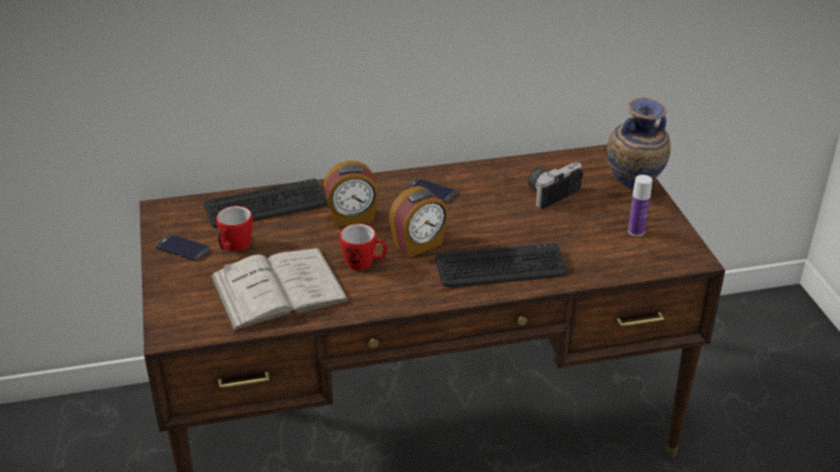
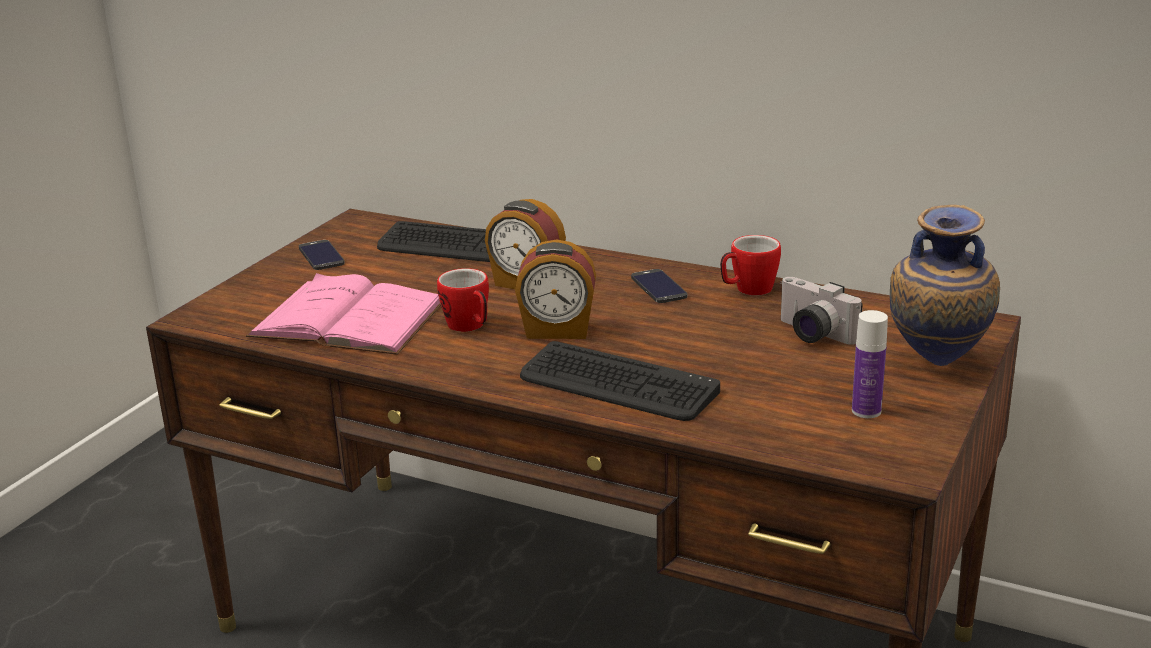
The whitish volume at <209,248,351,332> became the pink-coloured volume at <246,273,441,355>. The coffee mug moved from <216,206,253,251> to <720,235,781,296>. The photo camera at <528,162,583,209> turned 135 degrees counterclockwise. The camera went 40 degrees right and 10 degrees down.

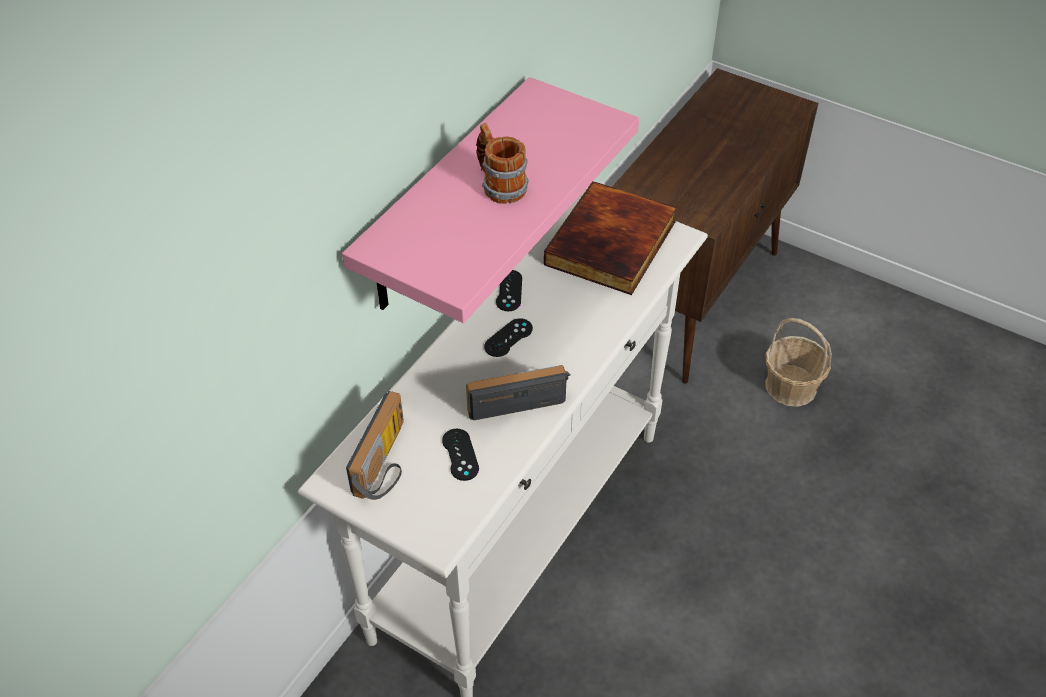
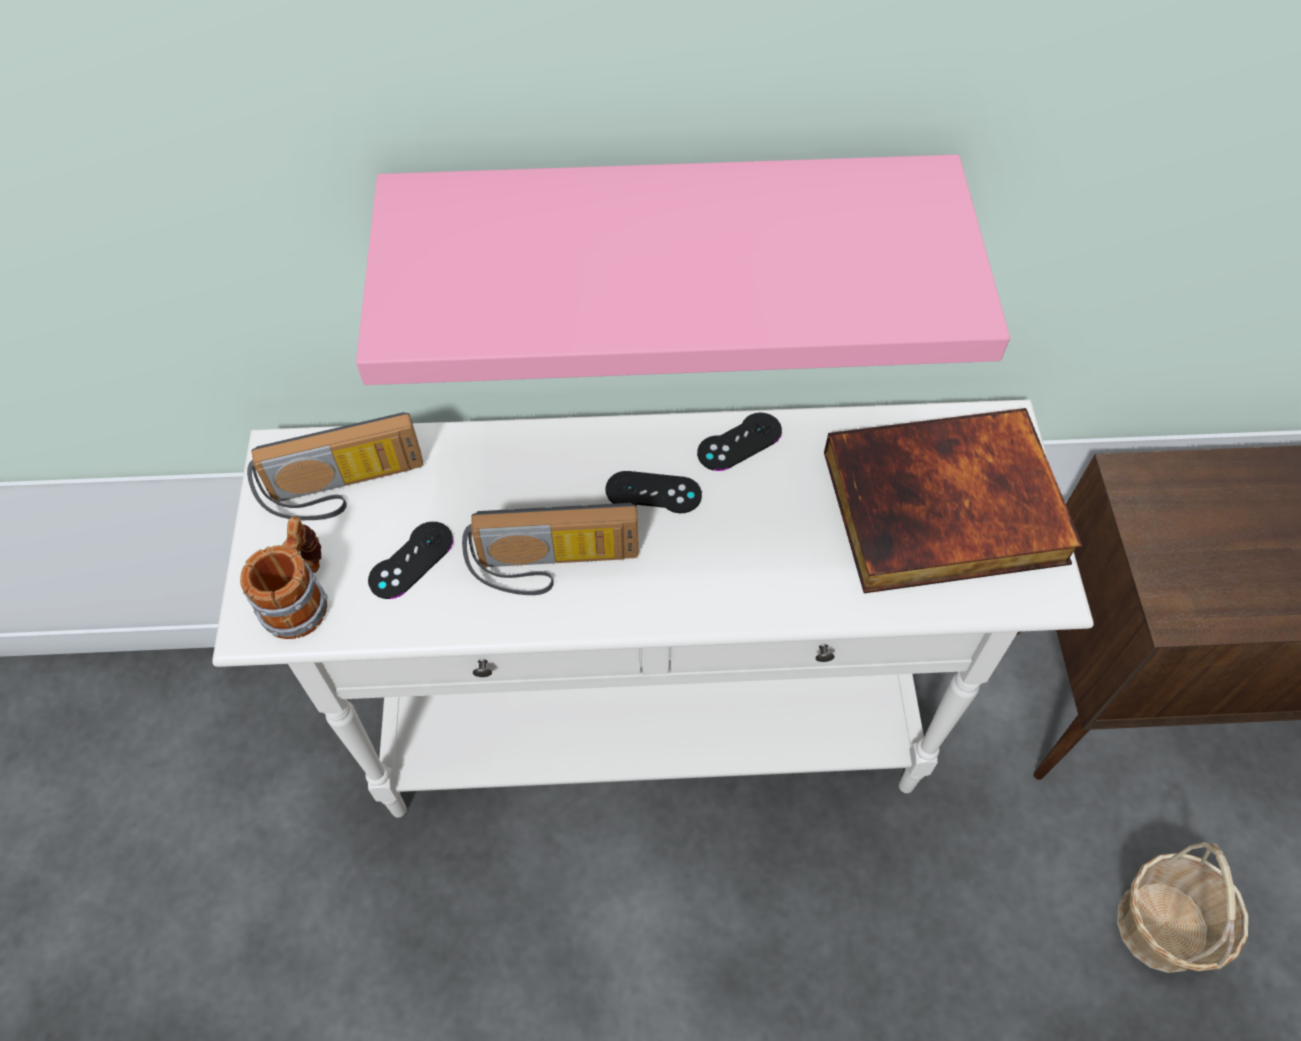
The coffee mug moved from <476,123,529,204> to <240,516,328,639>. The radio set at <466,365,571,420> turned 135 degrees clockwise. The camera went 55 degrees right and 10 degrees up.

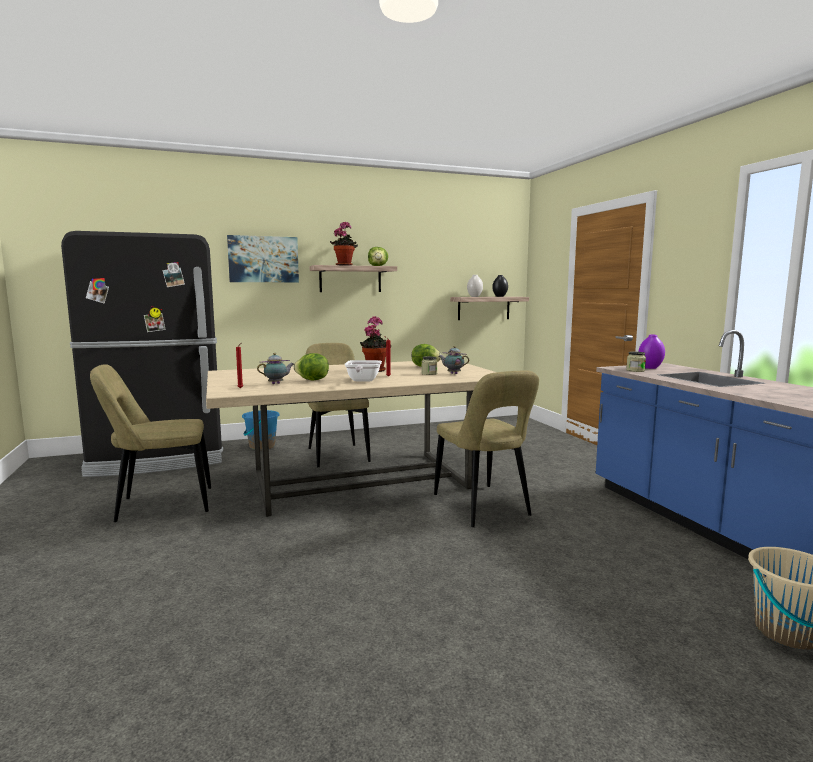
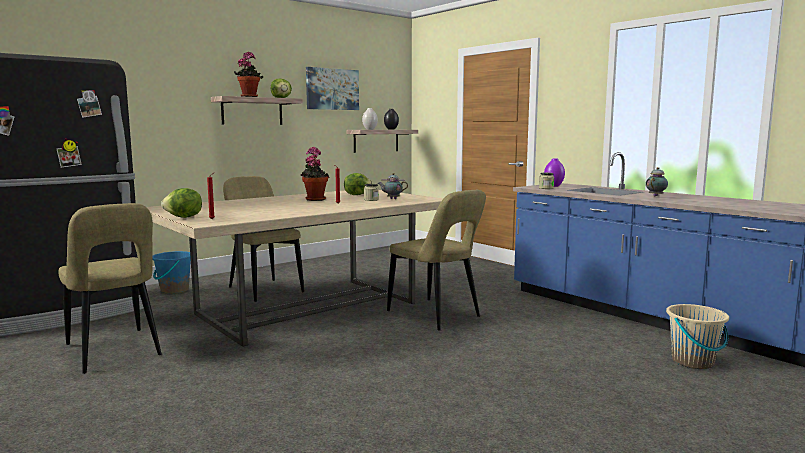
The sand-coloured plain chair at <90,364,211,522> turned 90 degrees counterclockwise. The lettuce head moved from <293,353,329,381> to <161,188,202,218>. The picture moved from <227,235,299,282> to <306,67,359,110>. The tea pot moved from <257,353,294,384> to <646,167,668,196>. The frying pan at <345,360,382,382> disappeared. The camera went 20 degrees left and 0 degrees up.

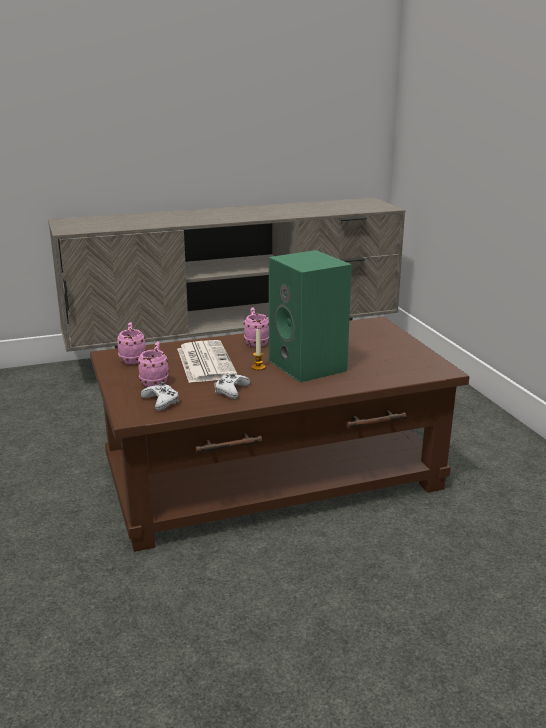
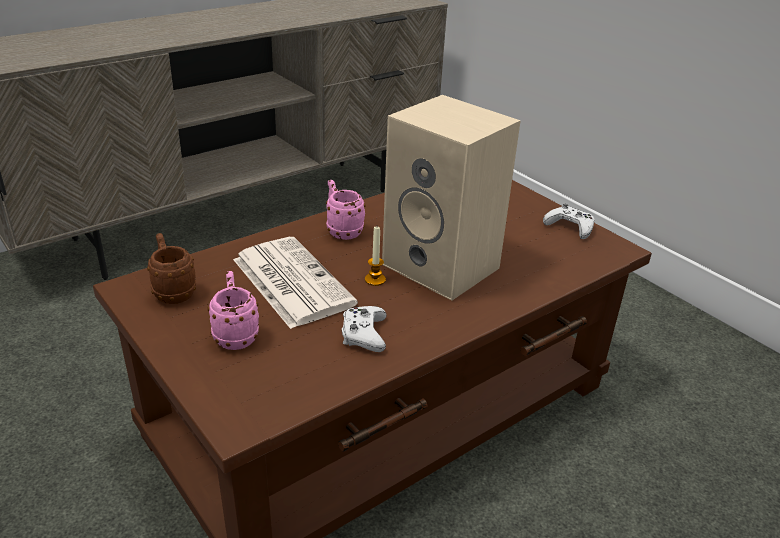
The pink-coloured coffee mug at <116,322,146,364> became the brown coffee mug at <147,233,196,304>. The green loudspeaker at <269,250,352,383> became the sand-coloured loudspeaker at <382,95,521,301>. The whitish gamepad moved from <141,382,179,411> to <543,204,595,239>. The camera went 20 degrees left and 10 degrees up.

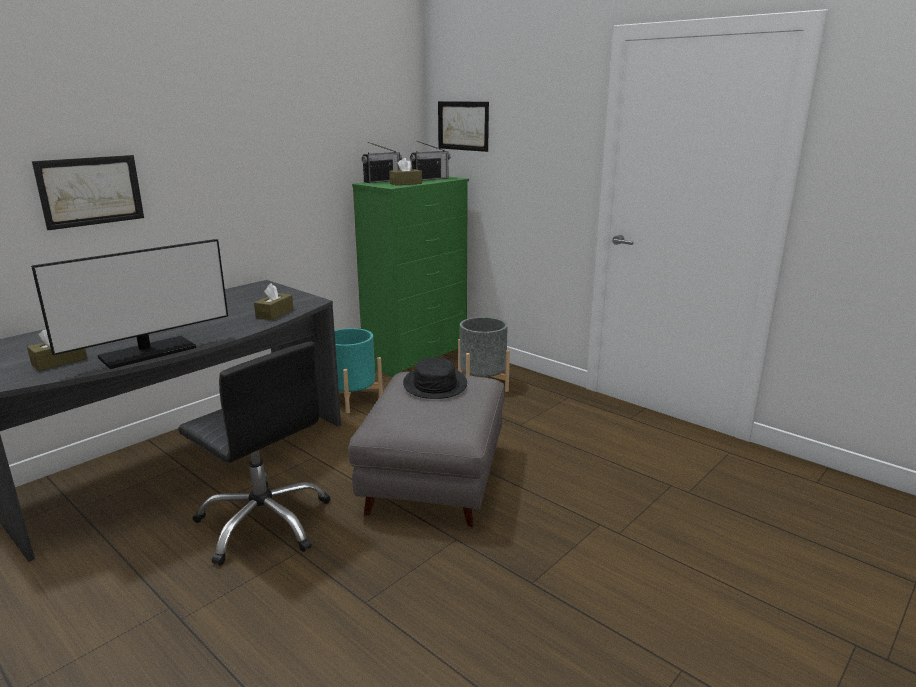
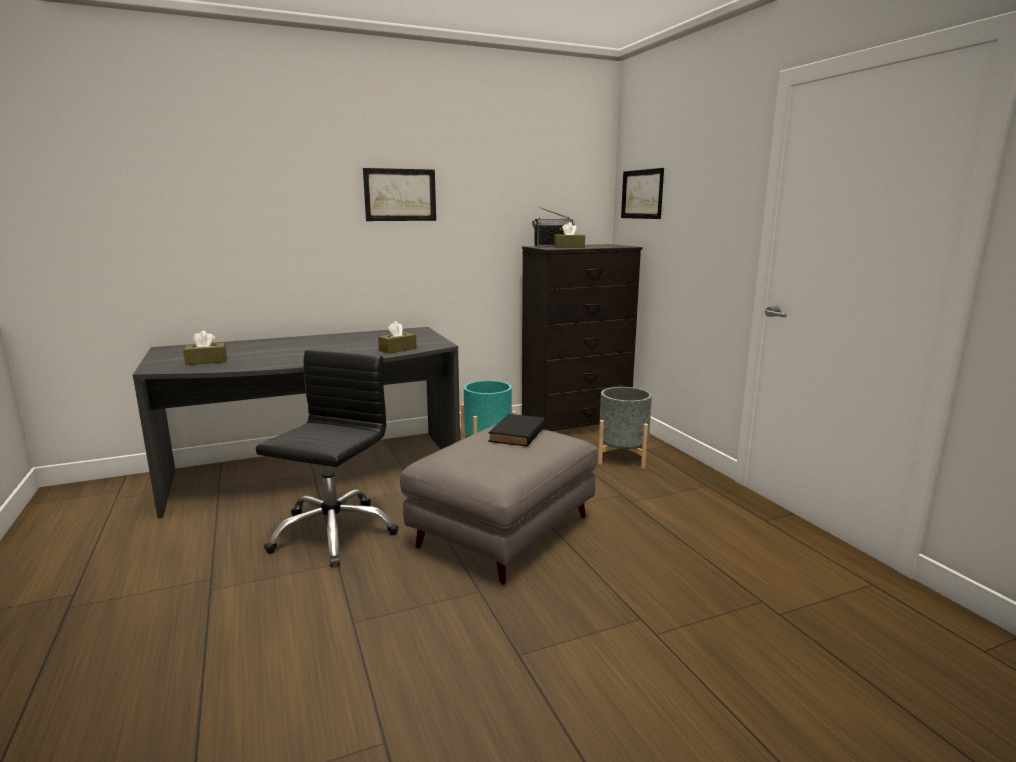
The black office chair at <178,341,330,566> turned 135 degrees counterclockwise. The picture moved from <32,155,144,230> to <363,168,436,221>. The black hat at <403,357,467,399> was replaced by the black volume at <488,414,546,447>. The green drawer chest at <352,176,469,377> became the black drawer chest at <522,244,642,431>. The computer display at <31,239,228,369> disappeared. The radio set at <410,141,450,180> disappeared. The camera went 25 degrees right and 5 degrees down.

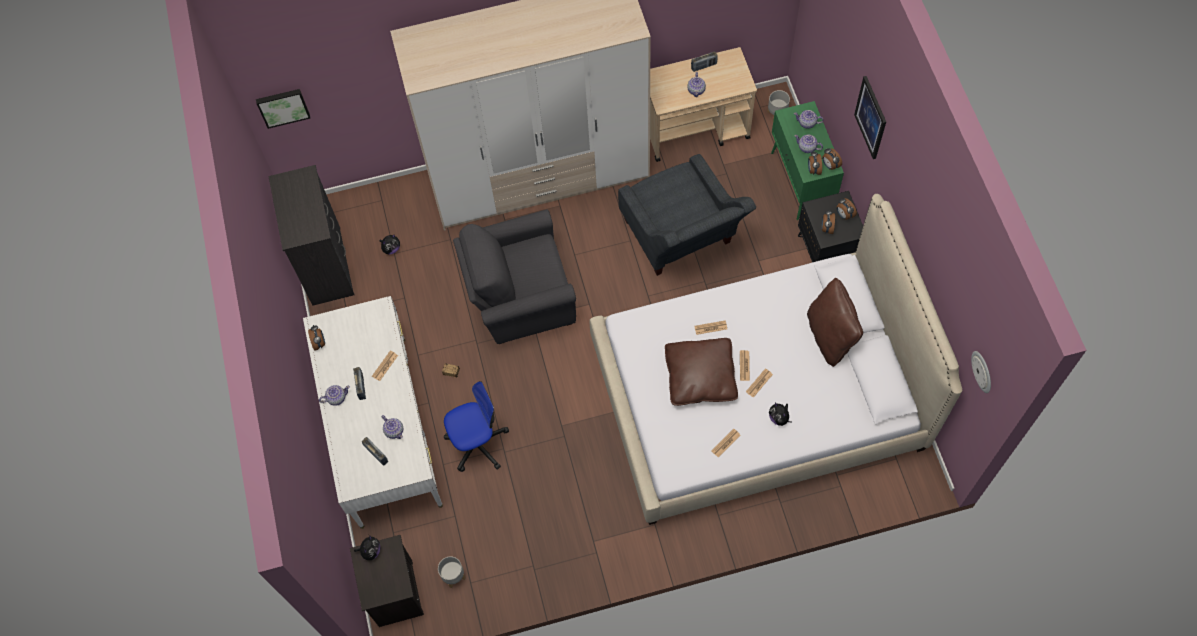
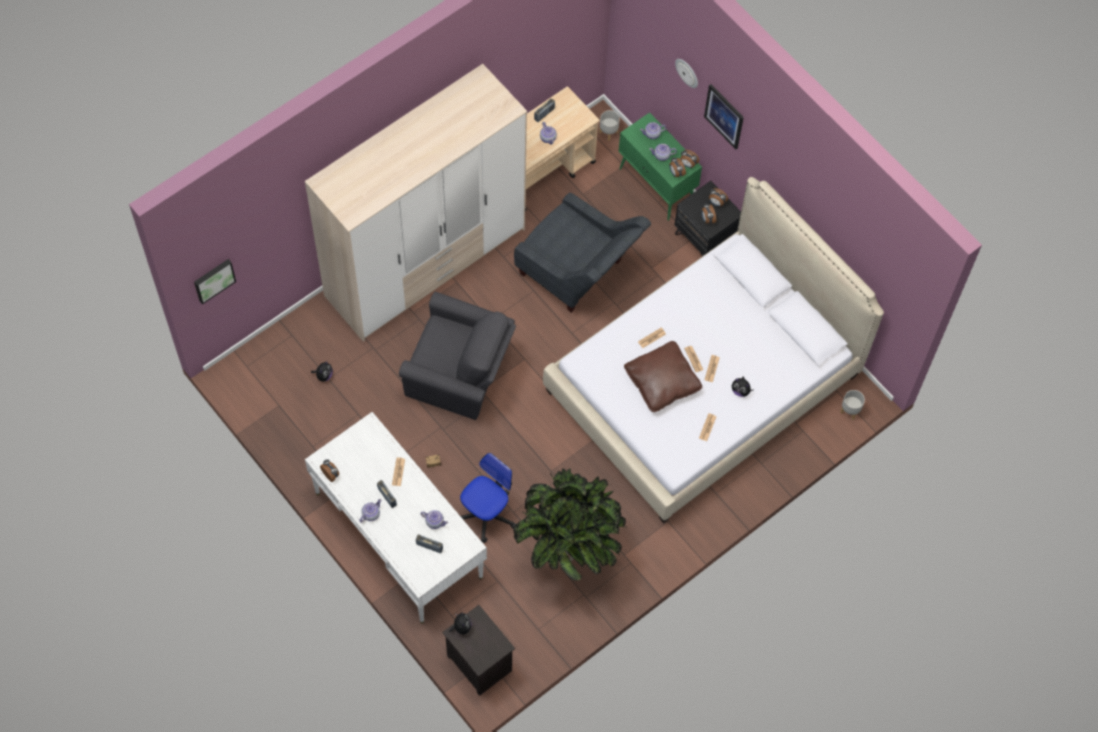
The gray armchair at <453,209,576,344> turned 120 degrees counterclockwise. The potted plant at <513,468,626,581> appeared. The clock on the wall moved from <971,351,991,393> to <675,59,698,88>. The gray planter moved from <438,556,466,588> to <840,390,865,420>. The black drawer chest at <268,165,354,306> disappeared. The brown throw pillow at <807,278,863,367> disappeared. The camera went 30 degrees left and 0 degrees up.

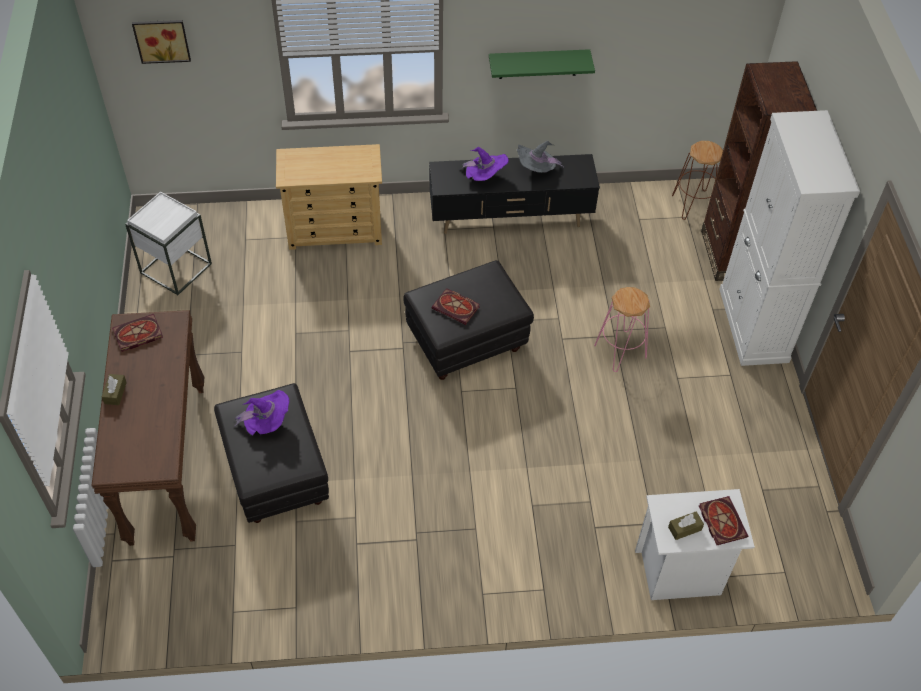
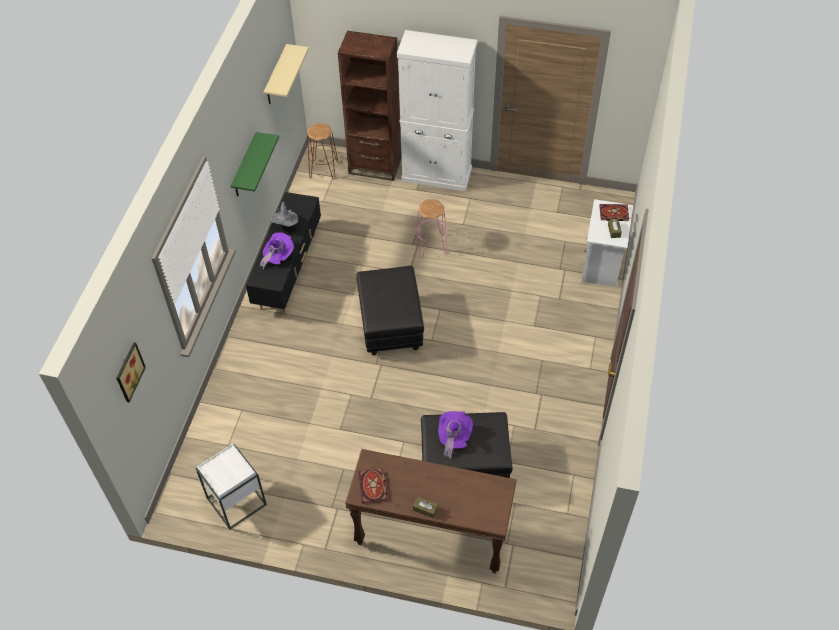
The sand-coloured wall shelf at <264,44,309,104> appeared. The sand-coloured drawer chest at <276,144,382,250> disappeared. The volume at <432,288,480,325> disappeared. The camera went 70 degrees left and 0 degrees up.

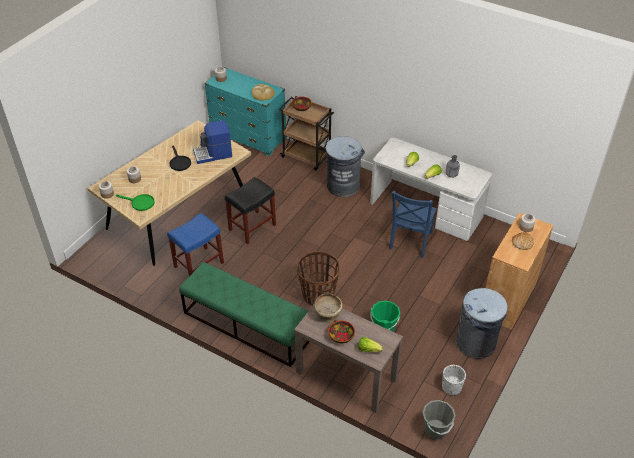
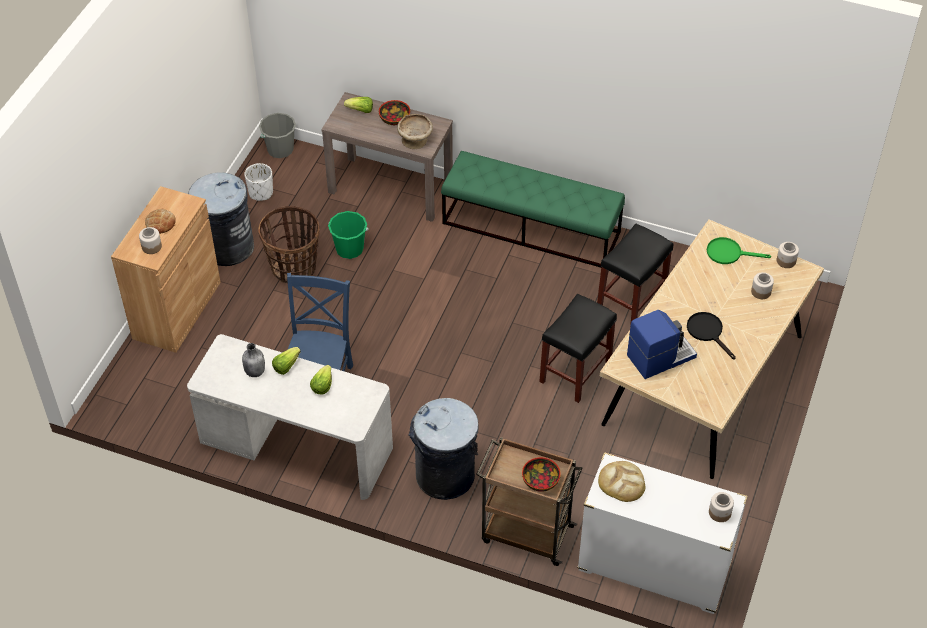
The basket moved from <297,251,340,306> to <258,206,320,283>. The turquoise-coloured drawer chest at <204,67,287,156> became the whitish drawer chest at <577,452,748,614>. The blue stool seat at <167,213,224,276> became the black stool seat at <597,224,673,327>. The camera went 170 degrees right and 5 degrees up.

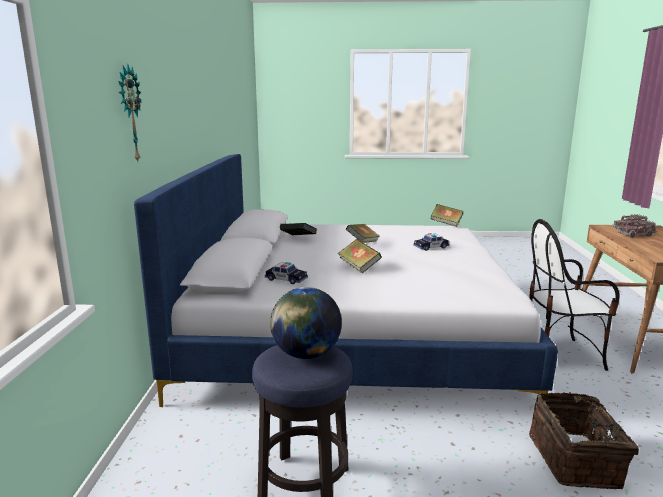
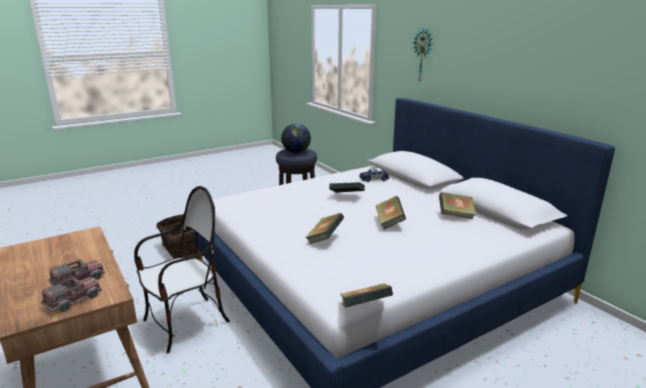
The miniature car at <413,233,449,251> was replaced by the volume at <305,213,344,244>. The camera went 145 degrees right and 5 degrees up.

